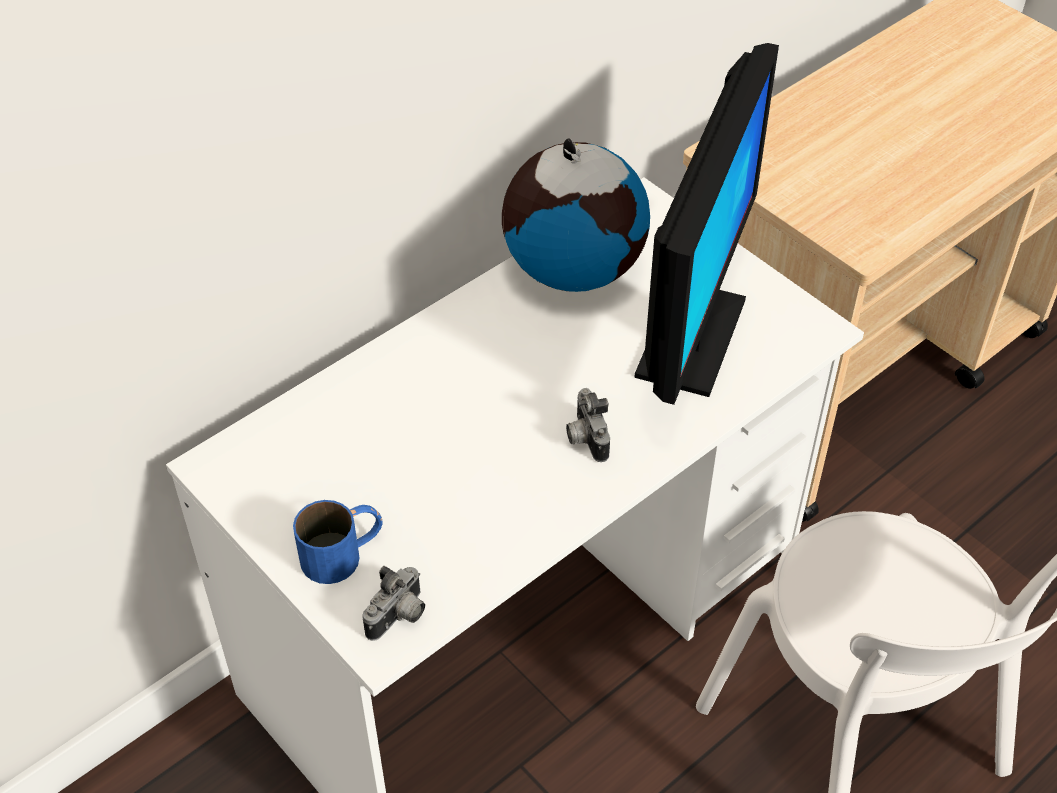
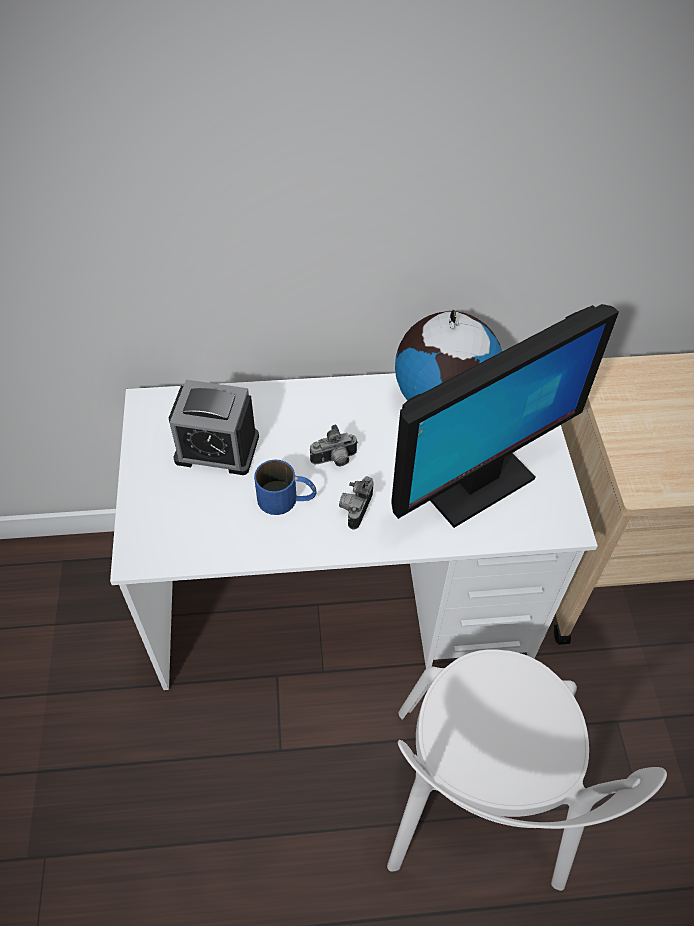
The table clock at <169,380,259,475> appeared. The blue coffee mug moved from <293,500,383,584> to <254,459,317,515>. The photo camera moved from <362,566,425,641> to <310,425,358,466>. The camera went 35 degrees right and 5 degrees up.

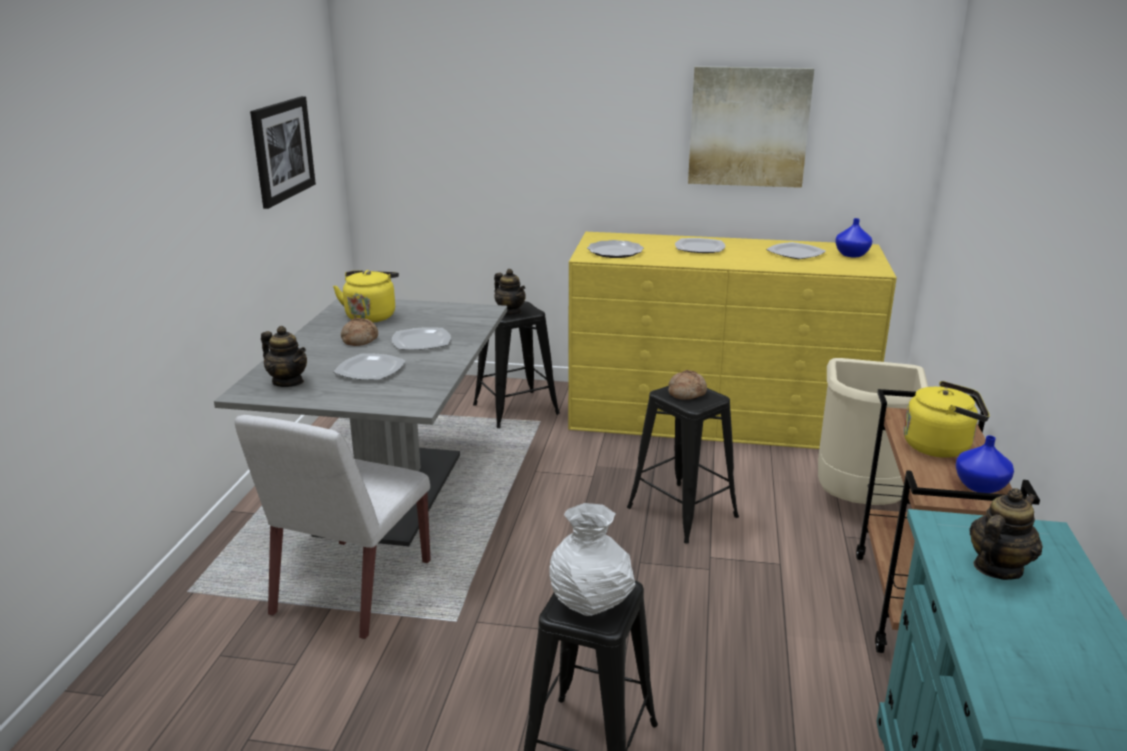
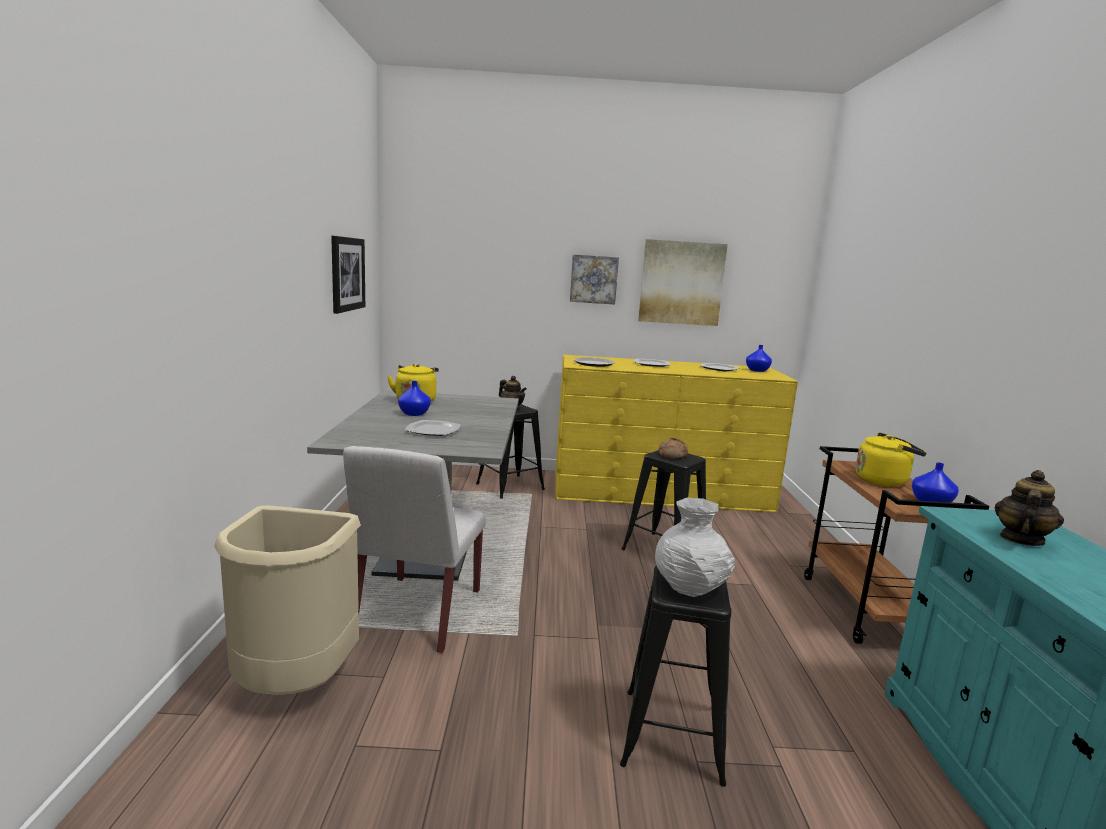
The sand-coloured rubbish bin moved from <818,358,928,505> to <214,505,361,695>. The bread at <341,318,378,346> was replaced by the blue flower vase at <398,381,431,416>. The picture at <570,255,619,304> appeared. The tea pot at <261,326,307,387> disappeared. The flat dish at <392,327,451,350> disappeared. The camera went 10 degrees left and 10 degrees down.

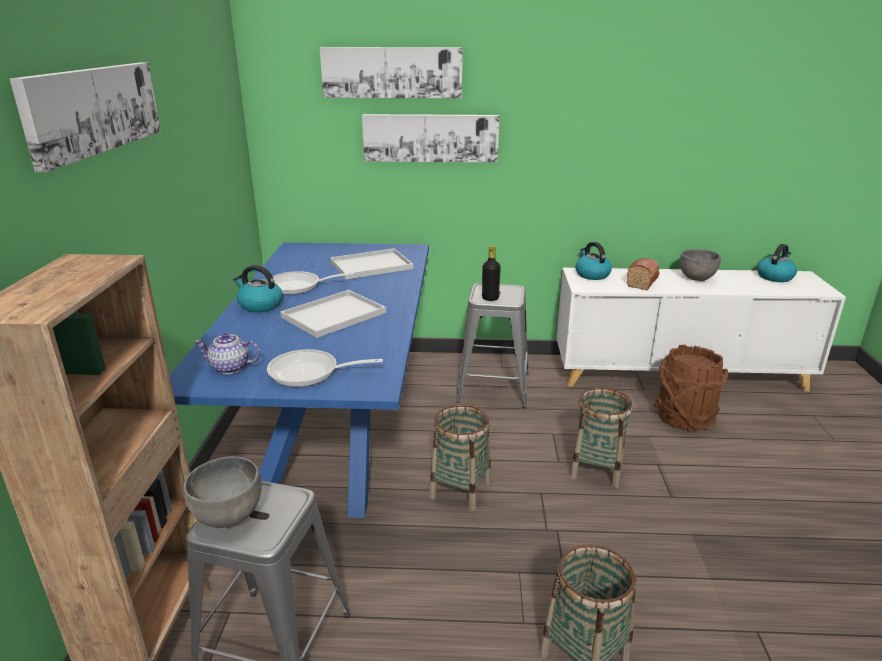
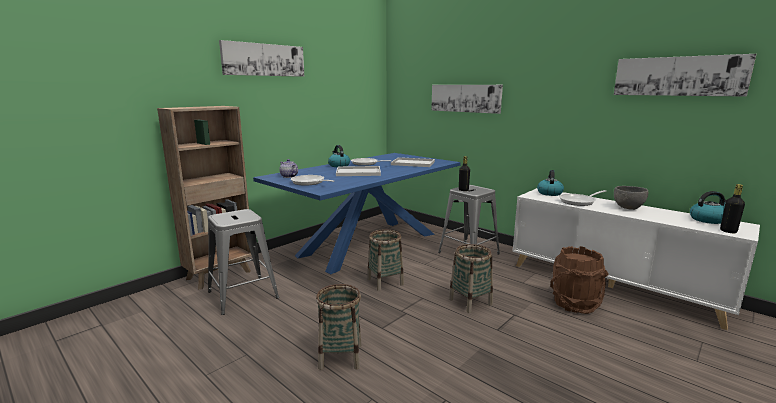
The bread at <627,258,660,290> was replaced by the frying pan at <559,190,606,206>. The picture moved from <320,47,463,98> to <614,54,756,97>. The black bottle at <720,184,745,233> appeared. The gray serving bowl at <183,456,262,528> disappeared. The camera went 40 degrees right and 10 degrees down.

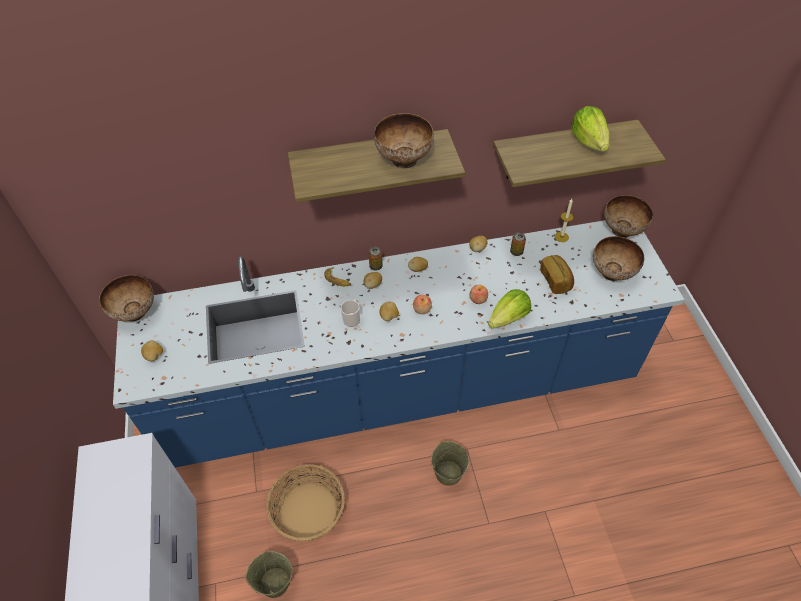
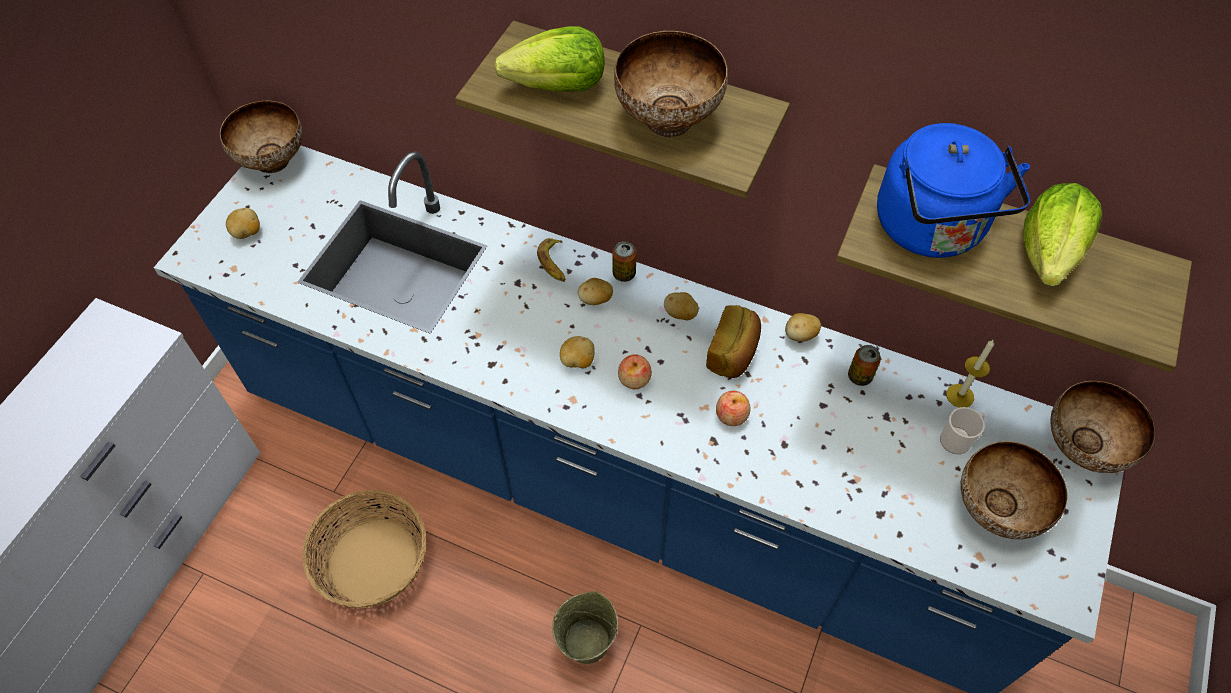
The lettuce head moved from <488,289,531,329> to <495,26,604,92>. The bread moved from <540,255,574,294> to <706,305,761,378>. The blue water kettle at <877,123,1030,258> appeared. The coffee mug moved from <341,299,360,327> to <940,407,985,454>. The sand-coloured pail at <245,551,293,598> disappeared. The camera went 35 degrees right and 5 degrees up.

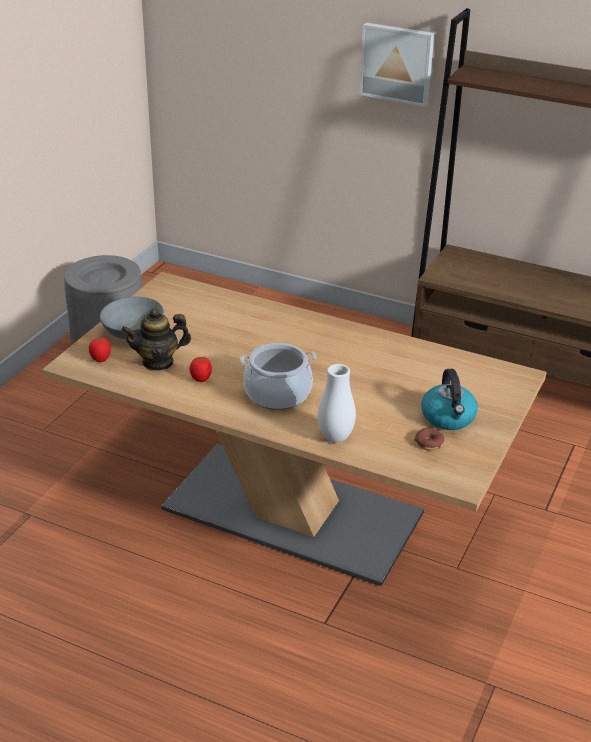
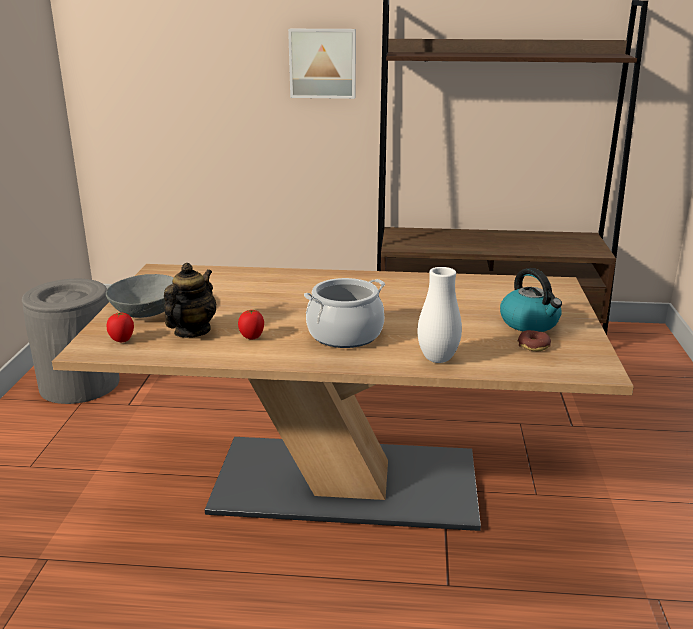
The tea pot at <121,308,191,371> turned 150 degrees clockwise. The camera went 20 degrees left and 10 degrees down.

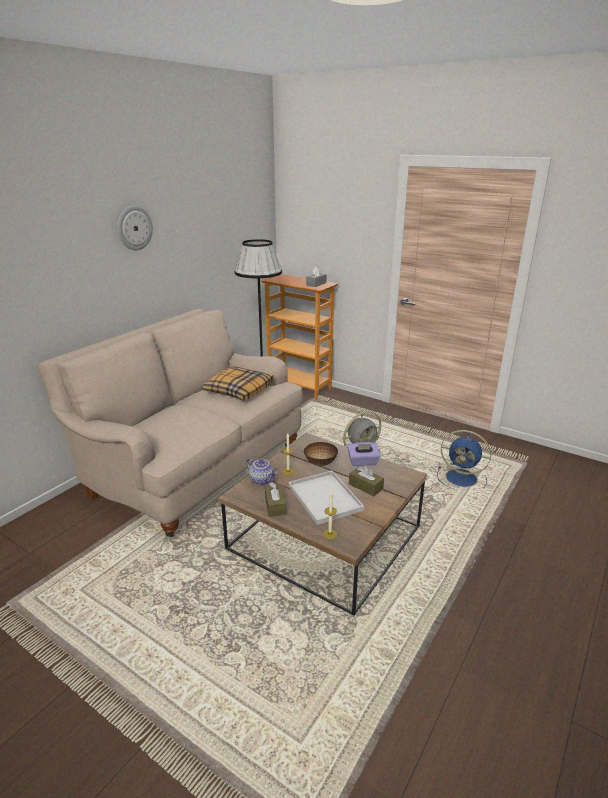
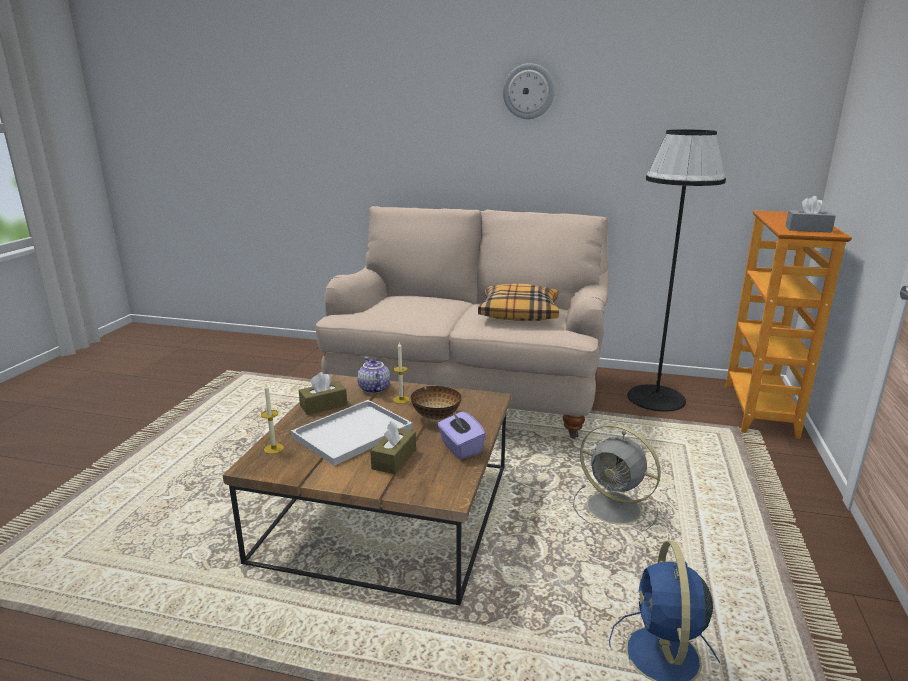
The tea pot at <246,458,277,485> turned 135 degrees clockwise. The camera went 70 degrees right and 5 degrees down.

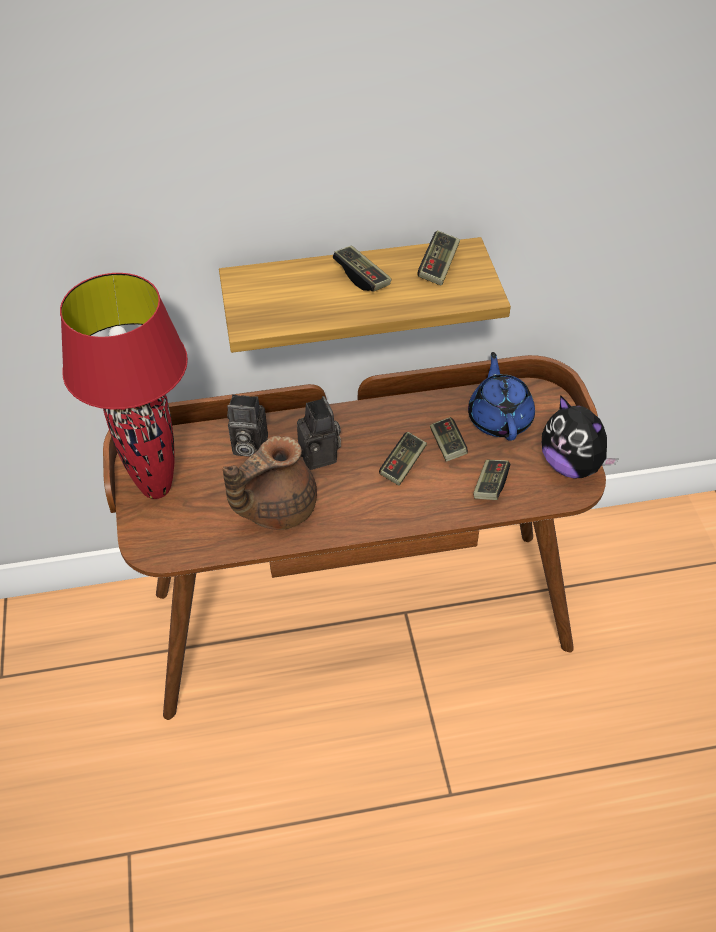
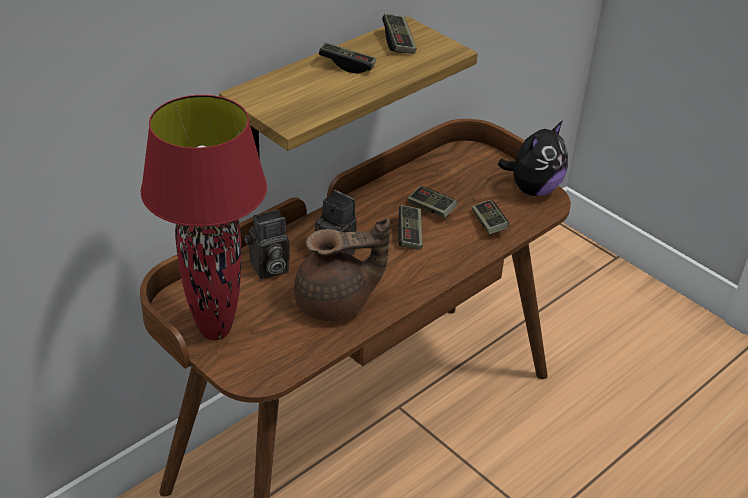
The brown tea pot at <223,436,317,530> turned 120 degrees counterclockwise. The soft toy at <542,395,618,479> turned 60 degrees counterclockwise. The blue tea pot at <468,352,535,441> disappeared. The camera went 35 degrees left and 10 degrees down.

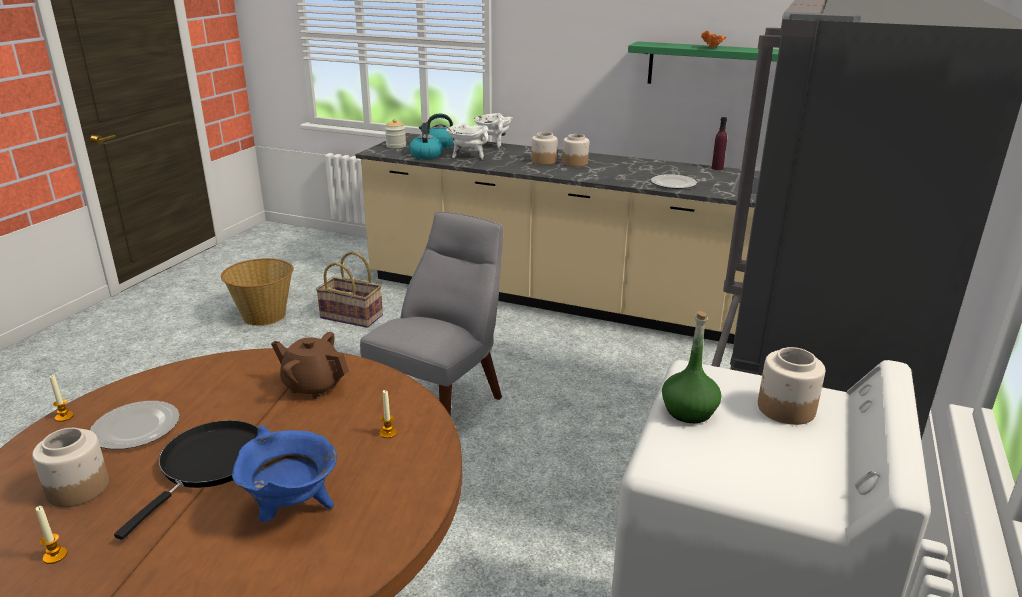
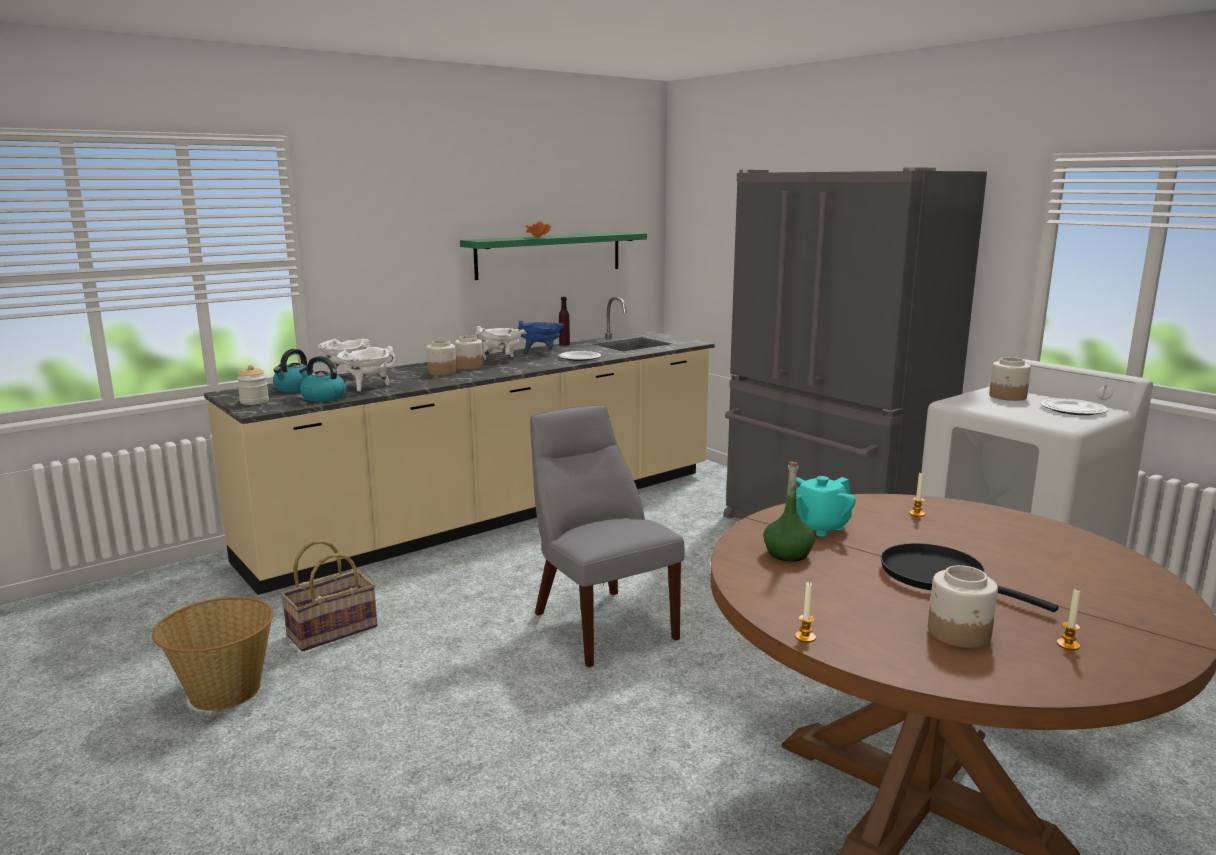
The whitish stockpot at <475,326,524,361> appeared. The blue stockpot moved from <232,425,337,522> to <518,320,564,354>. The green bottle moved from <662,311,722,423> to <763,462,815,561>. The brown tea pot at <271,332,349,399> became the turquoise-coloured tea pot at <796,476,856,537>. The flat dish moved from <90,401,179,449> to <1040,398,1108,415>. The camera went 60 degrees left and 10 degrees down.

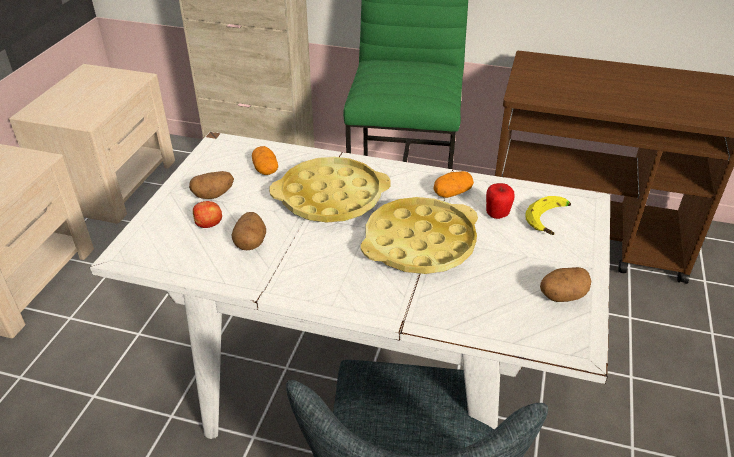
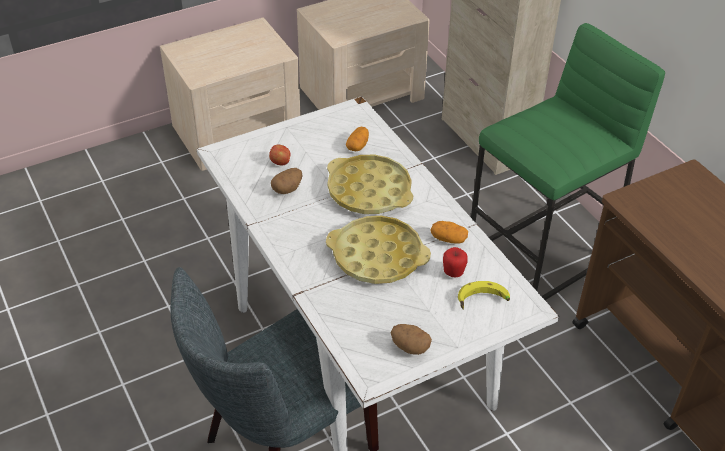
The potato at <189,171,234,199> disappeared. The camera went 45 degrees right and 5 degrees up.

